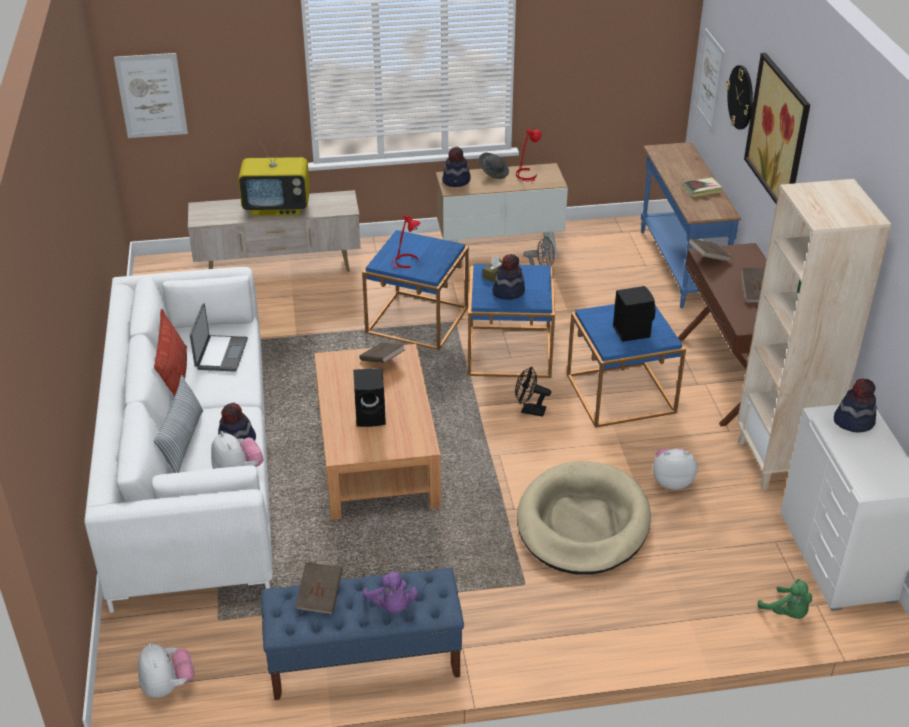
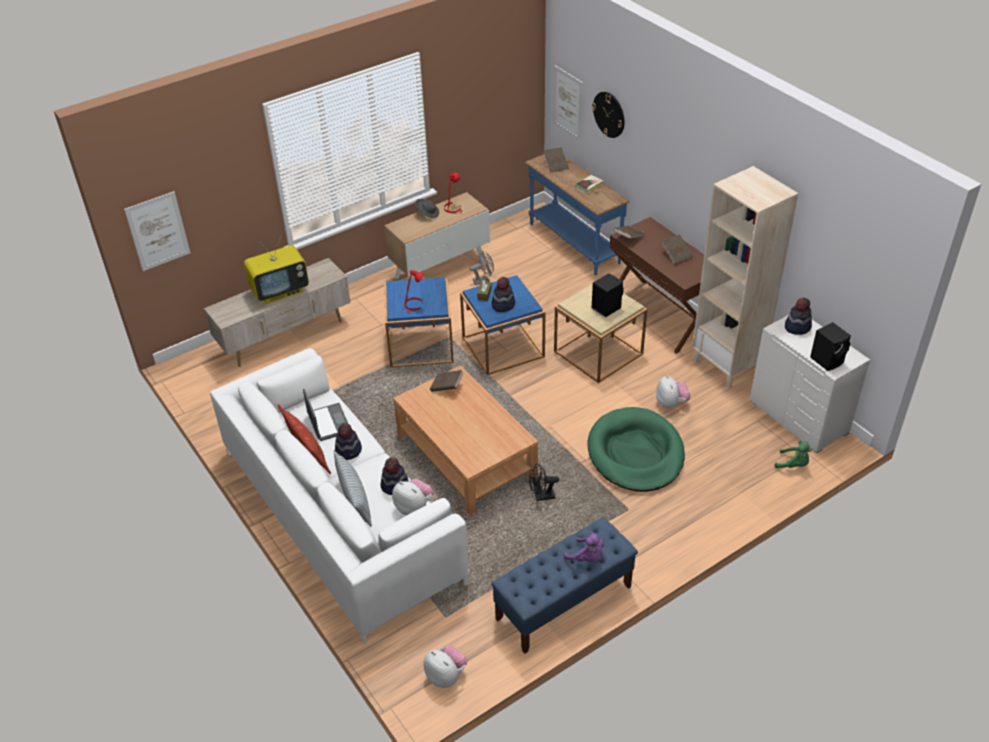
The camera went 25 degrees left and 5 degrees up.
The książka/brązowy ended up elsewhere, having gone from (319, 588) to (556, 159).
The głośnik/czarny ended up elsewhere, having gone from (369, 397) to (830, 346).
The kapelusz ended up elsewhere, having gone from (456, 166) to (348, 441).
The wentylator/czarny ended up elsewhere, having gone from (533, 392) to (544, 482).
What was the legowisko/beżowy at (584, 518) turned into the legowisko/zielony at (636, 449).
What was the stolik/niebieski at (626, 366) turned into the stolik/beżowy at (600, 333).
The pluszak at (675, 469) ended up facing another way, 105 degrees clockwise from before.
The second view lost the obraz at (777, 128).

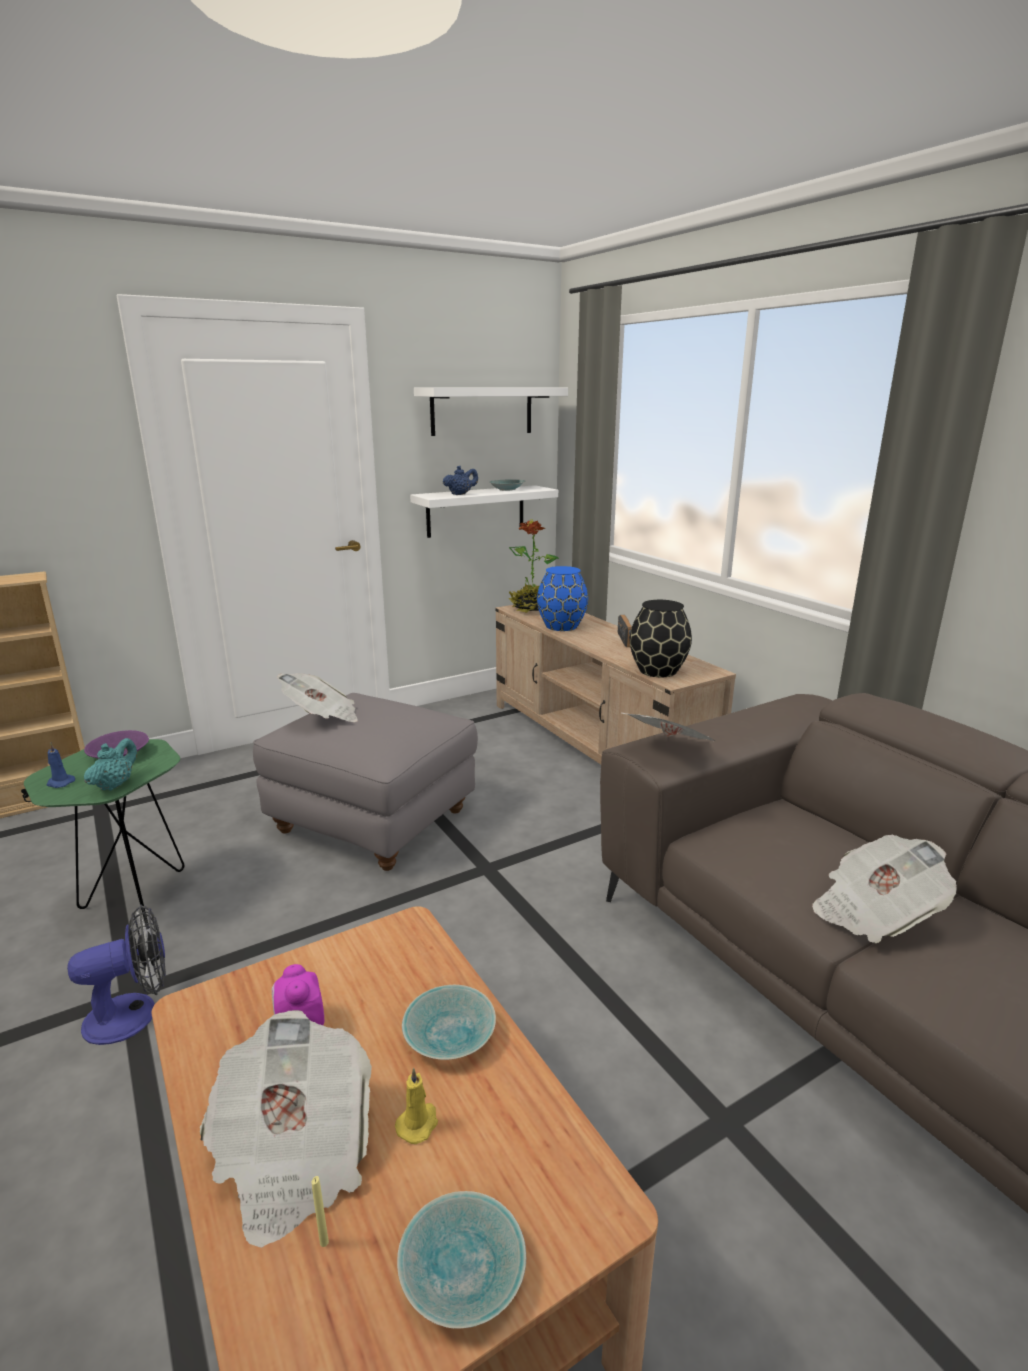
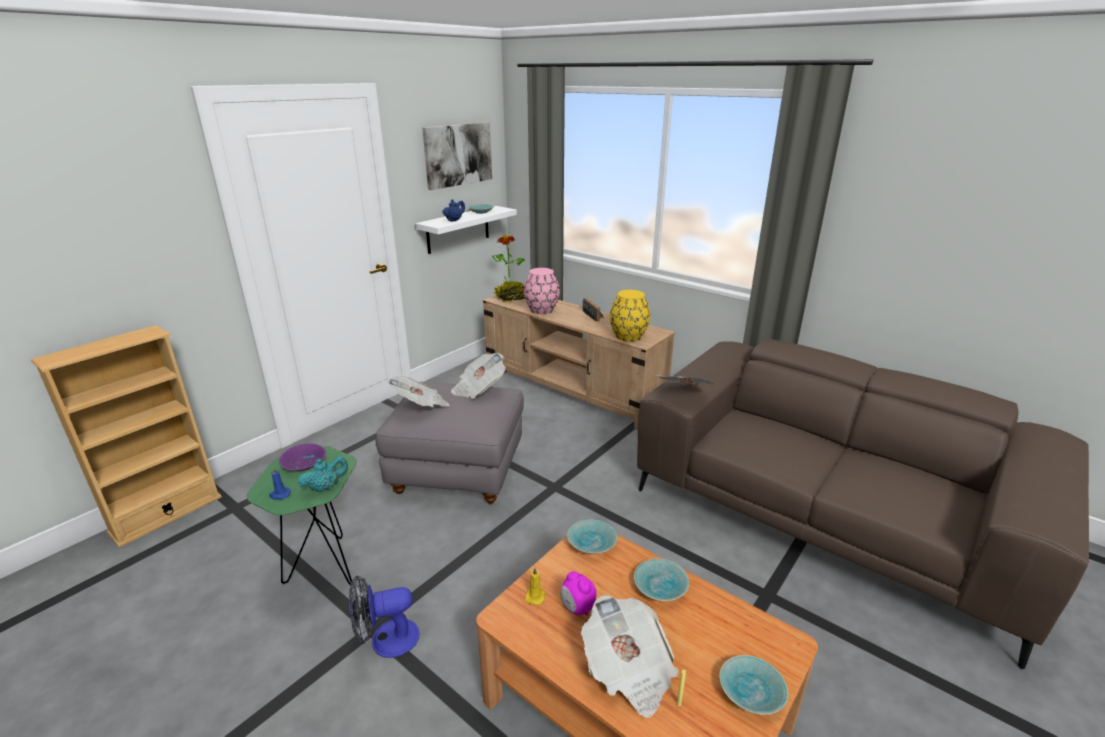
The camera went 20 degrees left and 5 degrees up.
The wentylator at (116, 974) ended up facing another way, 150 degrees counterclockwise from before.
The imbryk/turkusowy at (110, 764) ended up facing another way, 60 degrees clockwise from before.
The świeca/żółty ended up elsewhere, having gone from (416, 1106) to (535, 586).
Where the półka/biały hung at (491, 411), the obraz came to hang at (457, 156).
What was the wazon/niebieski at (562, 598) turned into the wazon/różowy at (542, 291).
What was the wazon/czarny at (661, 638) turned into the wazon/żółty at (630, 316).
The gazeta ended up elsewhere, having gone from (884, 889) to (478, 376).
The second view gained the miska/turkusowy at (592, 537).

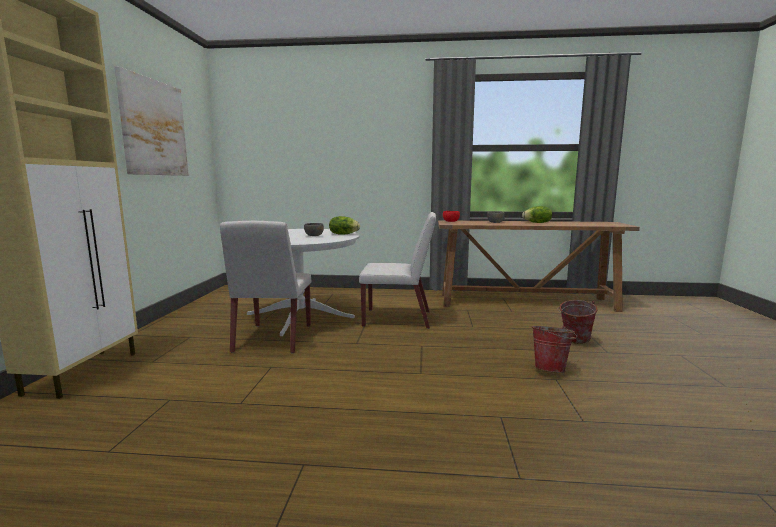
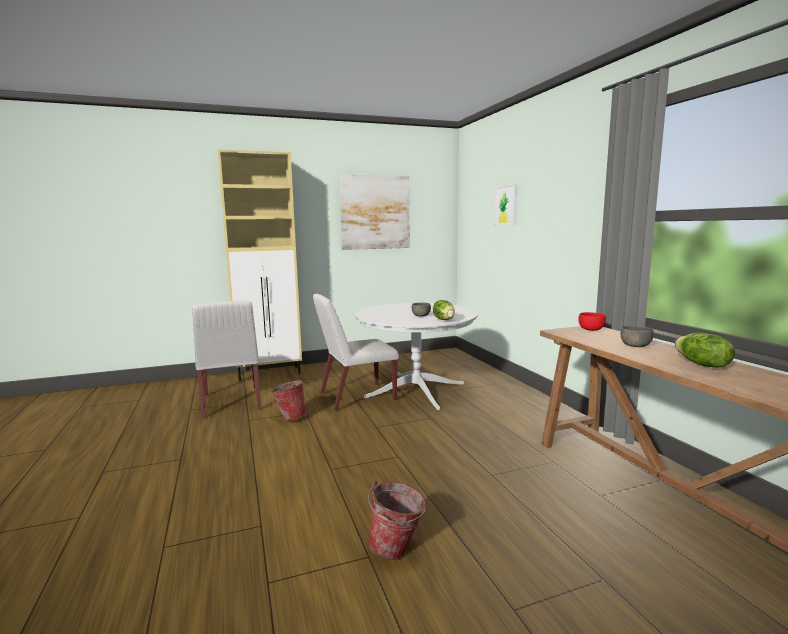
The camera went 65 degrees right and 0 degrees up.
The krzesło/biały ended up elsewhere, having gone from (397, 270) to (226, 359).
The wiadro ended up elsewhere, having gone from (577, 322) to (289, 400).
The second view gained the obraz at (505, 204).

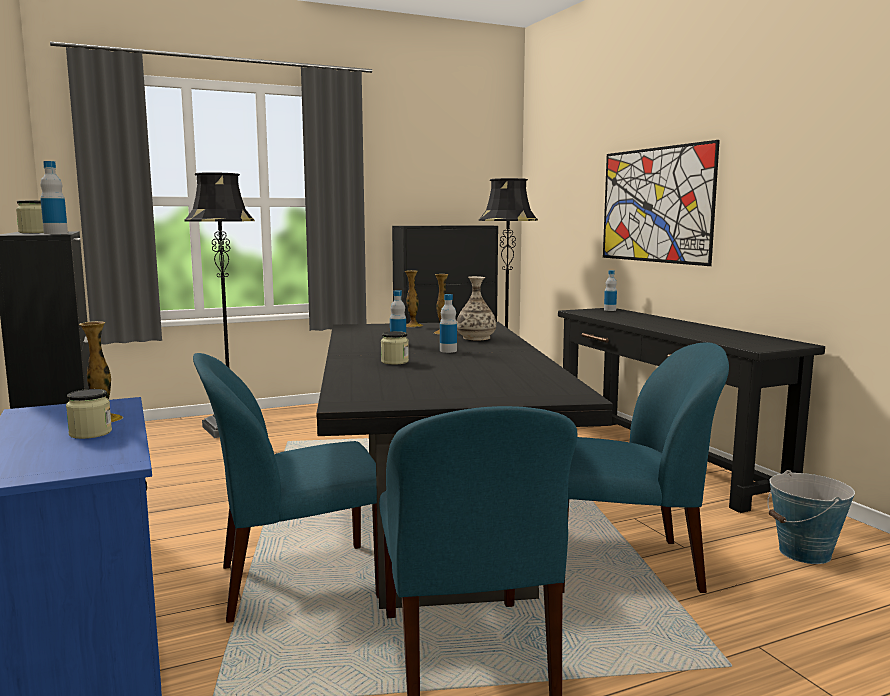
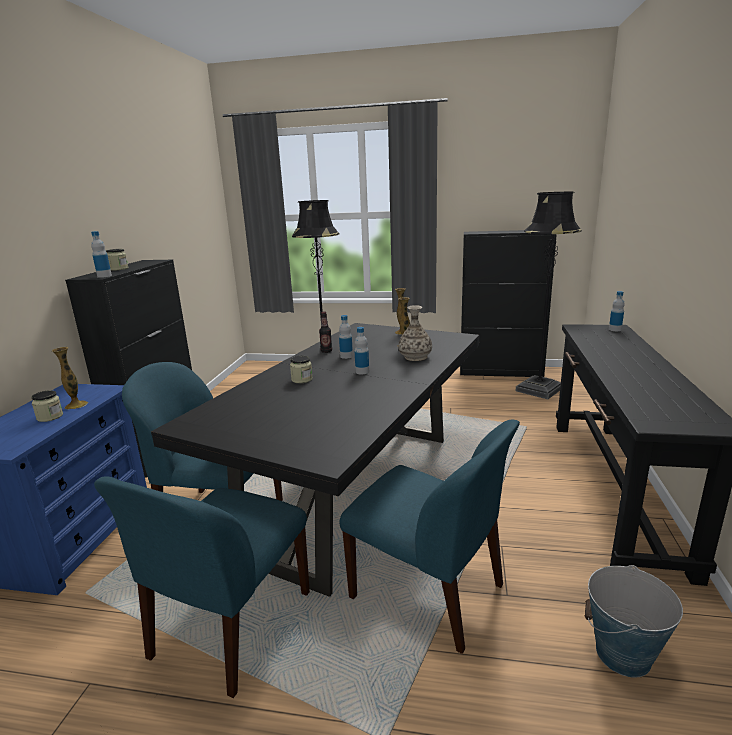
The camera went 35 degrees right and 10 degrees up.
The second view lost the obraz at (661, 203).
The second view gained the butelka at (325, 332).

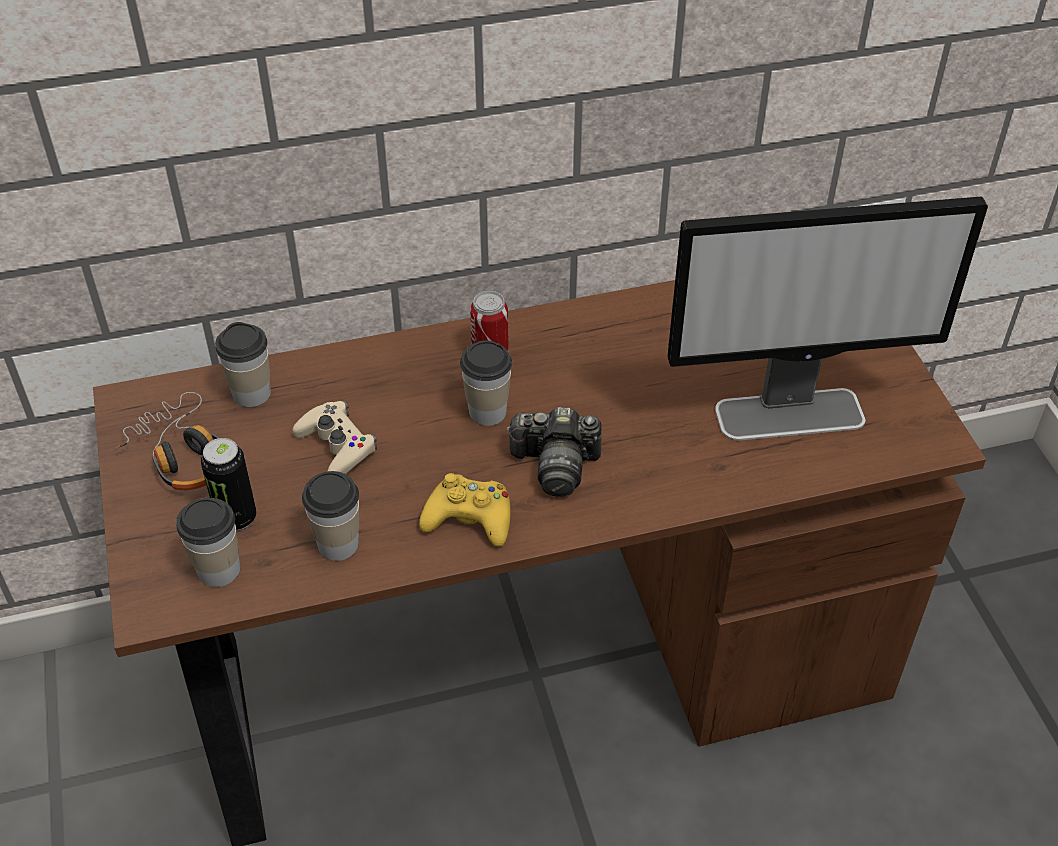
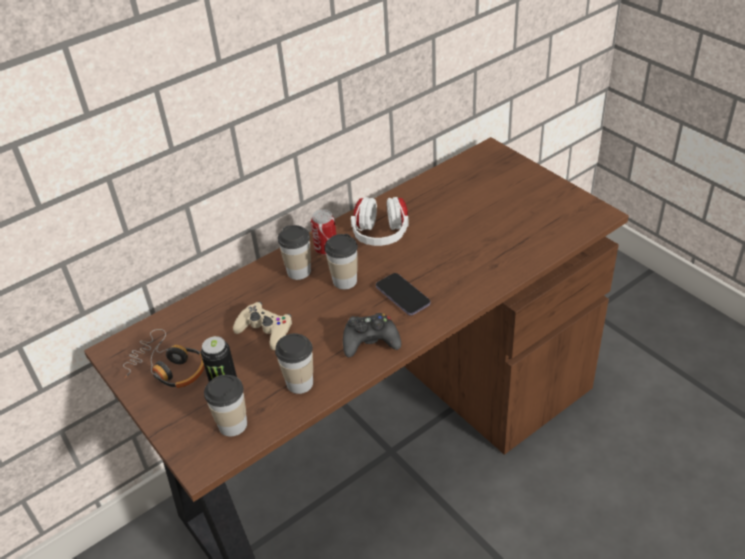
The camera went 20 degrees left and 5 degrees down.
The filiżanka ended up elsewhere, having gone from (243, 364) to (294, 252).
What was the pad do gier/żółty at (464, 510) turned into the pad do gier/czarny at (372, 335).
Where the aparat fotograficzny stood at (554, 452), the telefon came to stand at (403, 294).
The second view lost the monitor at (827, 319).
The second view gained the słuchawki/biały at (380, 221).

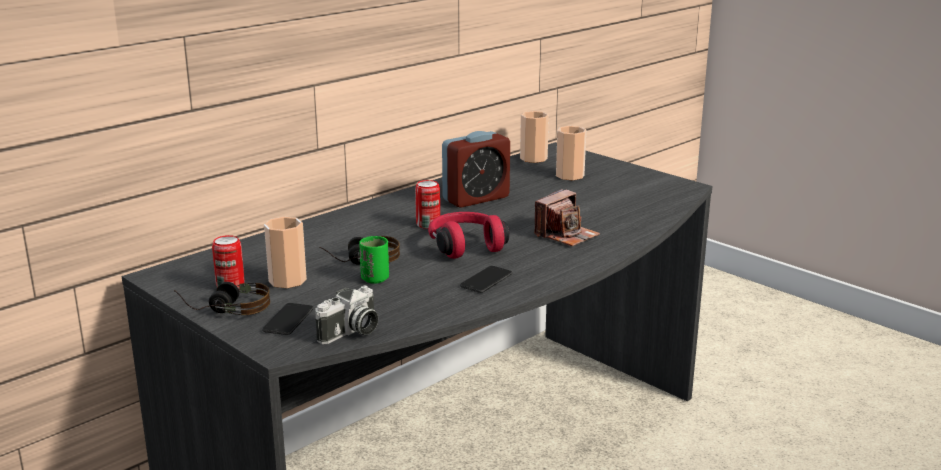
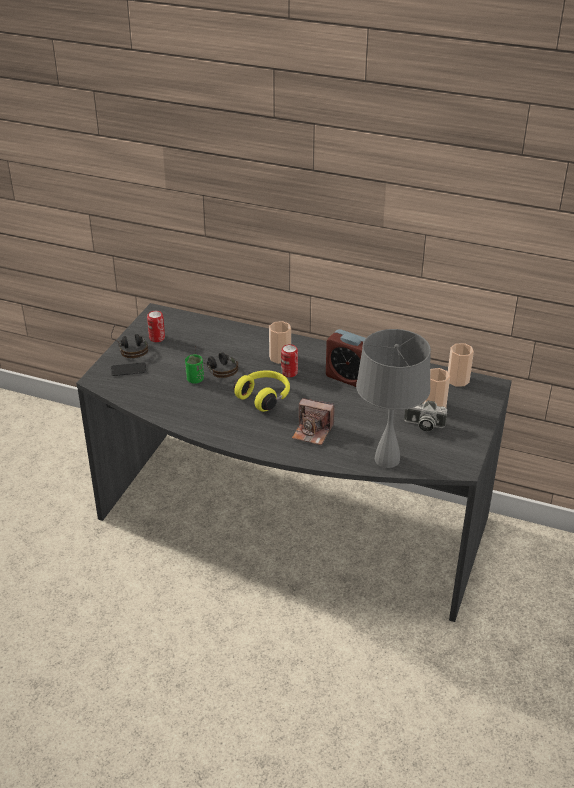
The camera went 65 degrees right and 15 degrees up.
The filiżanka ended up elsewhere, having gone from (285, 252) to (280, 342).
The aparat fotograficzny ended up elsewhere, having gone from (346, 314) to (425, 416).
What was the słuchawki/czerwony at (468, 235) turned into the słuchawki/żółty at (261, 391).
The second view lost the telefon at (486, 279).
The second view gained the lampa stołowa/szary at (393, 398).

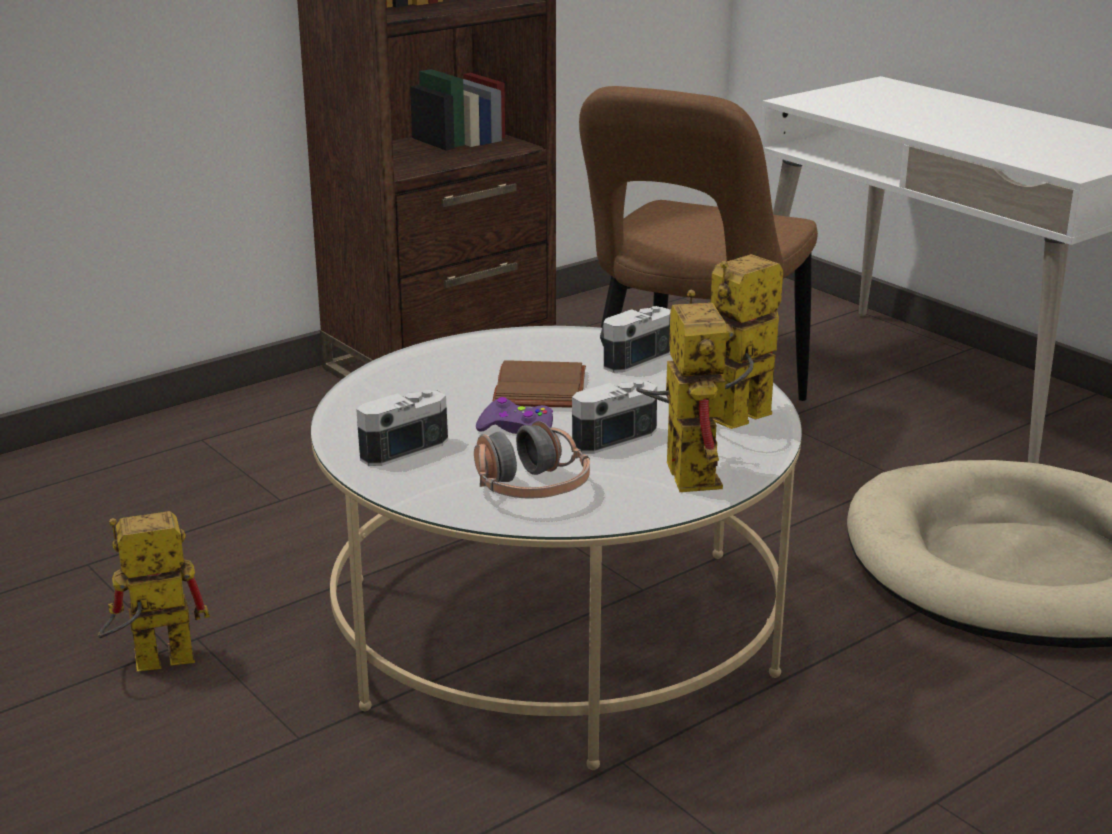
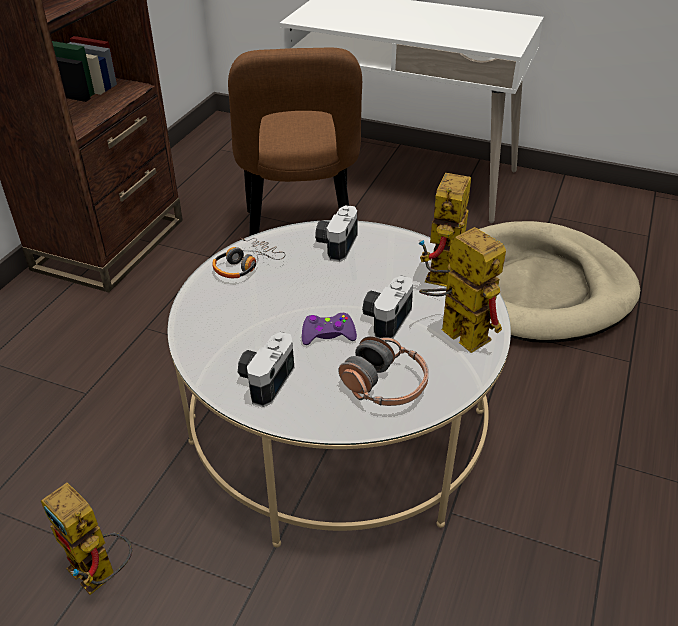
The camera went 30 degrees left and 15 degrees up.
The robot zabawkowy at (154, 591) ended up facing another way, 90 degrees counterclockwise from before.
The second view lost the książka/brązowy at (539, 384).
The second view gained the słuchawki at (248, 258).

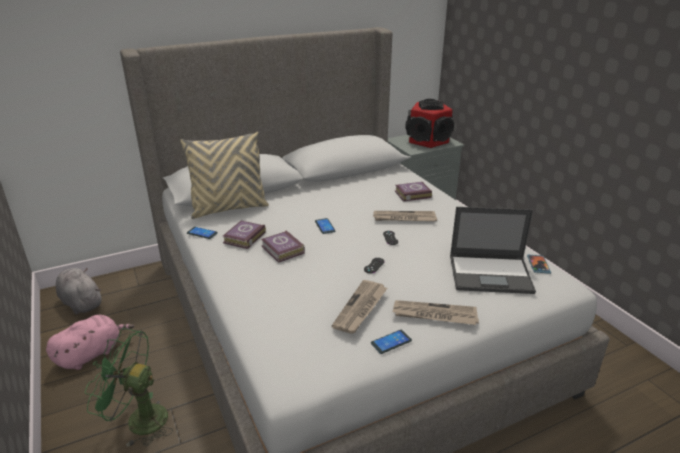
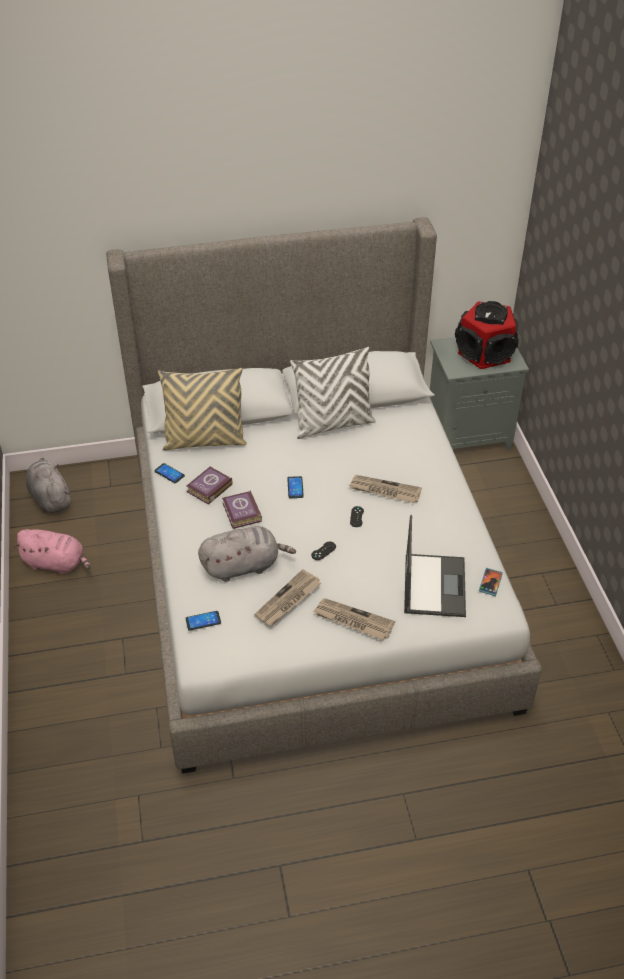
The camera went 15 degrees right and 15 degrees up.
The pluszak/różowy at (90, 342) ended up facing another way, 45 degrees clockwise from before.
The second view lost the wentylator/zielony at (129, 387).
The telefon ended up elsewhere, having gone from (391, 342) to (203, 620).
The second view lost the książka at (413, 192).
The laptop at (493, 250) ended up facing another way, 105 degrees counterclockwise from before.
The second view gained the pluszak/szary at (247, 554).
The second view gained the poduszka/biały at (332, 393).

